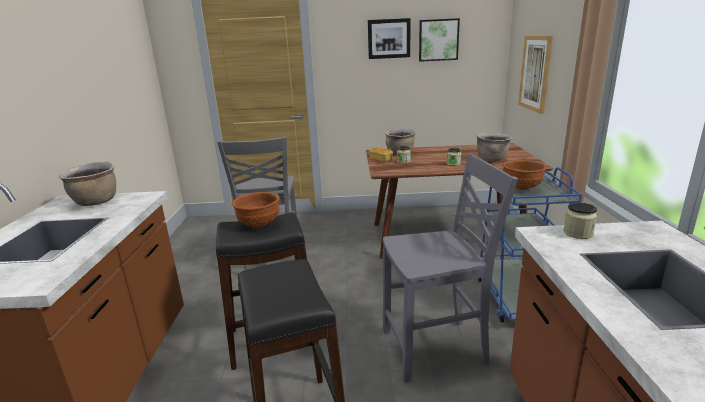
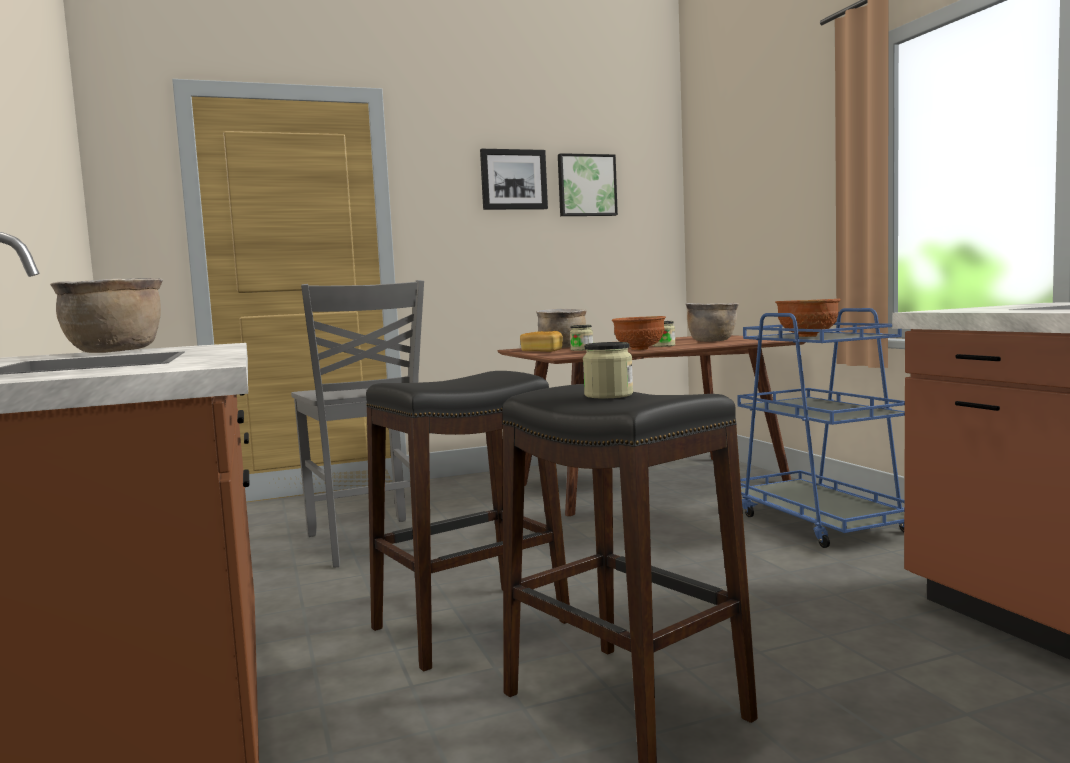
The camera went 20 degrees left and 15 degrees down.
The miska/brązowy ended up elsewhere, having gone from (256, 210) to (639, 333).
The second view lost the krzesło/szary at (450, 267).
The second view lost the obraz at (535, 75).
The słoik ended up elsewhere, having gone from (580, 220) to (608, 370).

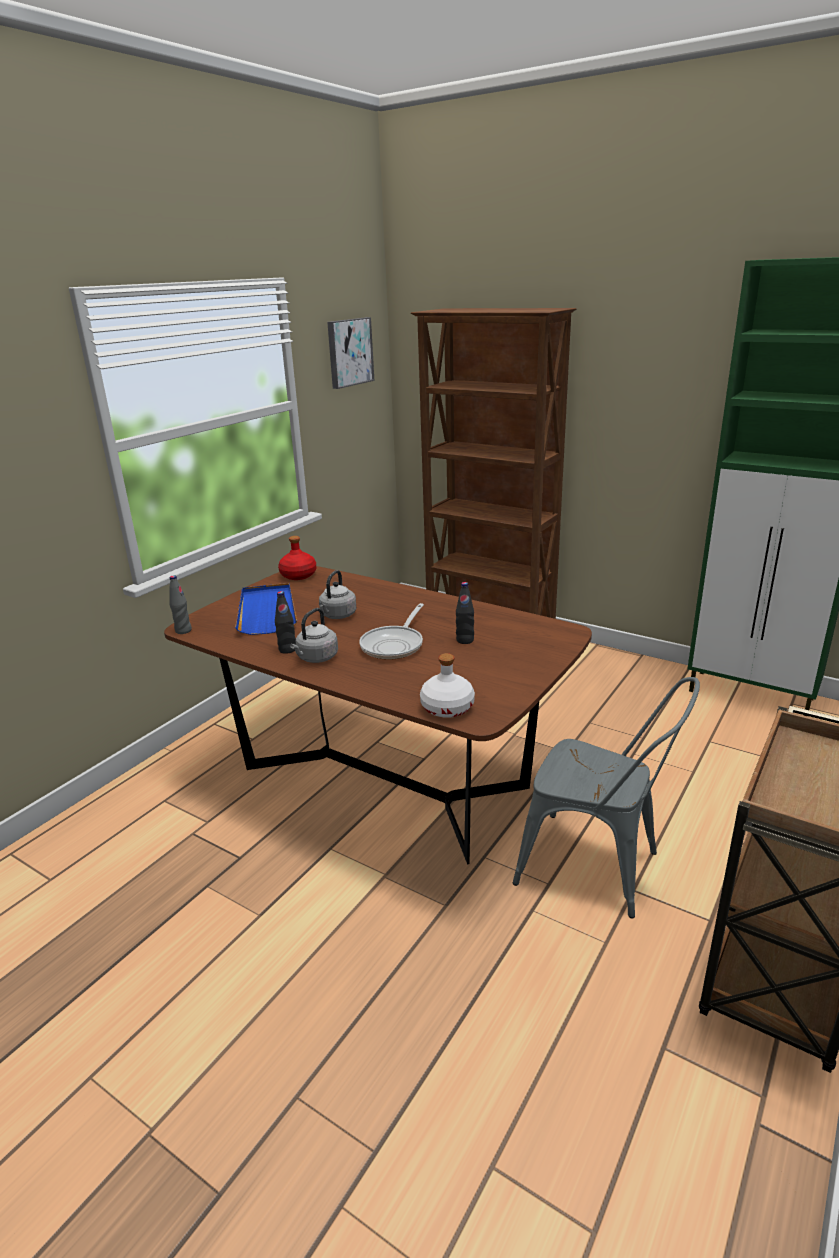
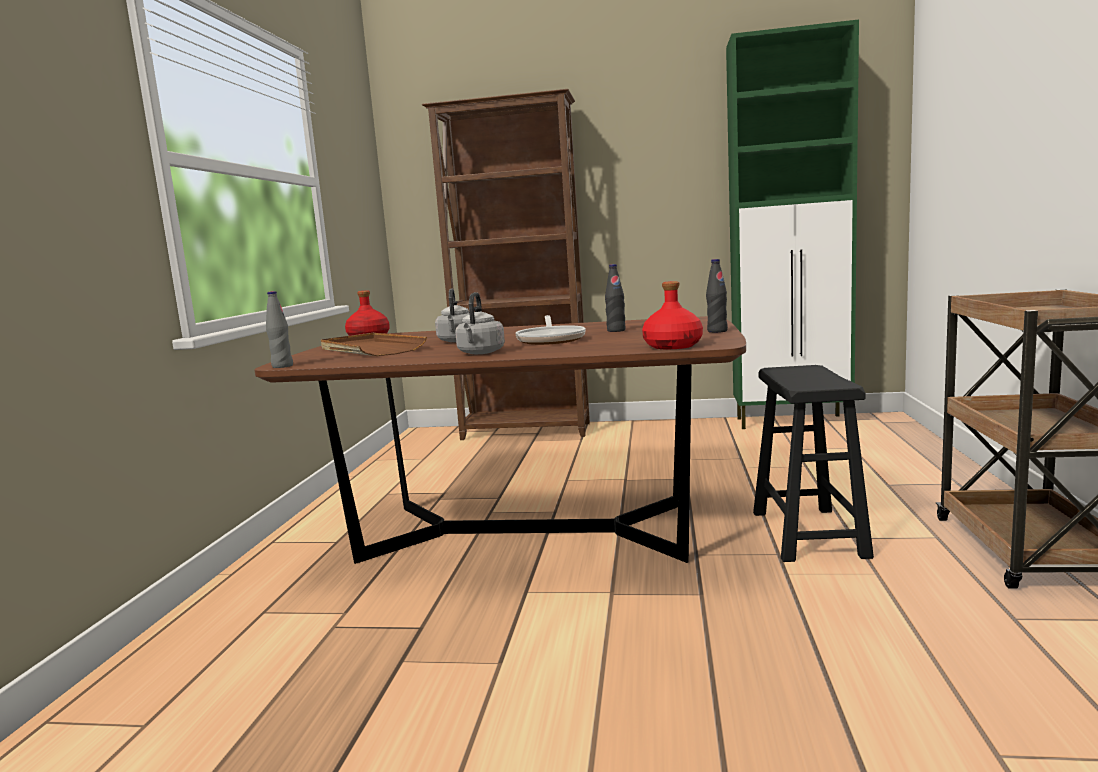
The camera went 25 degrees left and 15 degrees down.
What was the taca/niebieski at (266, 609) turned into the taca/brązowy at (374, 344).
The butelka/czarny ended up elsewhere, having gone from (285, 622) to (717, 296).
The second view lost the obraz at (350, 353).
What was the butelka/biały at (447, 685) turned into the butelka/czerwony at (672, 315).
Where the krzesło/szary stood at (606, 798), the stołek/czarny came to stand at (813, 463).

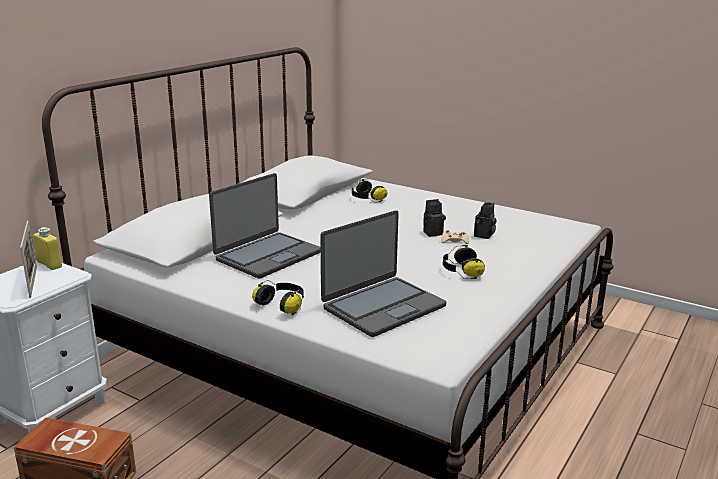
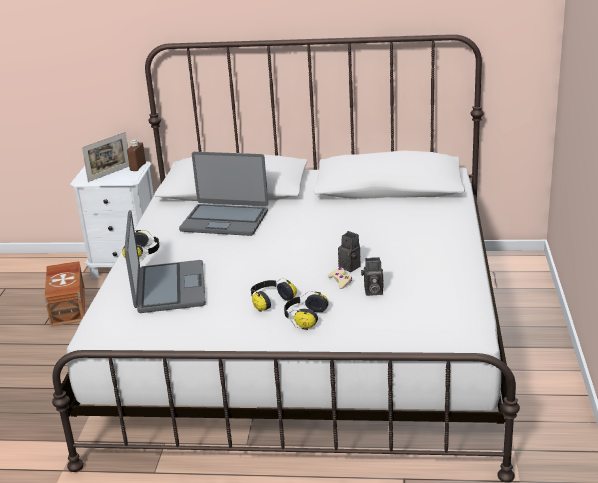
The camera went 65 degrees right and 5 degrees up.
What was the butelka/żółty at (47, 248) turned into the butelka/brązowy at (136, 155).
The laptop at (383, 273) ended up facing another way, 120 degrees counterclockwise from before.
The słuchawki ended up elsewhere, having gone from (369, 191) to (306, 310).

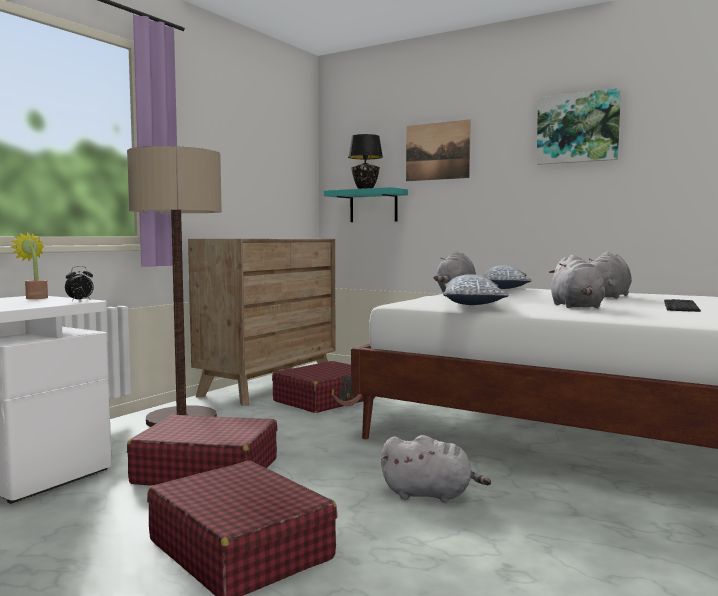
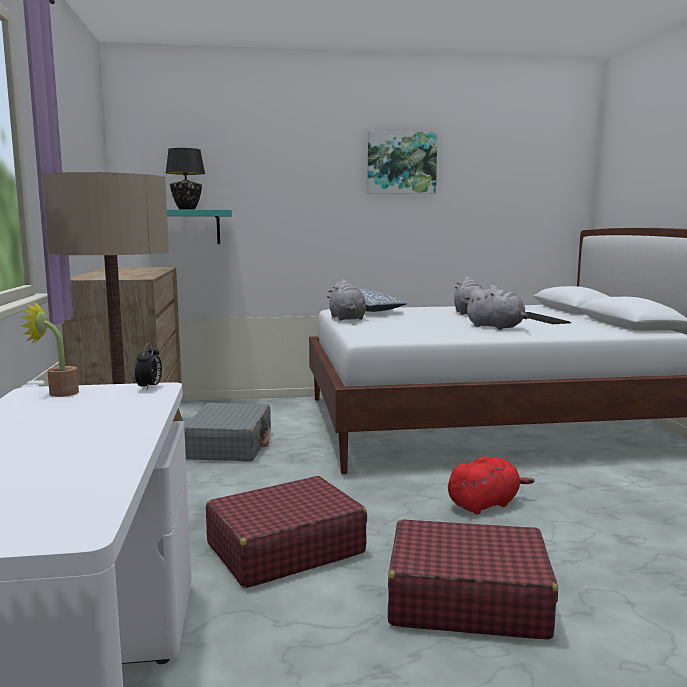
The camera went 40 degrees left and 5 degrees up.
What was the walizka/czerwony at (323, 387) turned into the walizka/szary at (227, 432).
What was the pluszak/szary at (436, 468) turned into the pluszak/czerwony at (491, 485).
The second view lost the obraz at (438, 150).
The second view lost the poduszka at (476, 289).

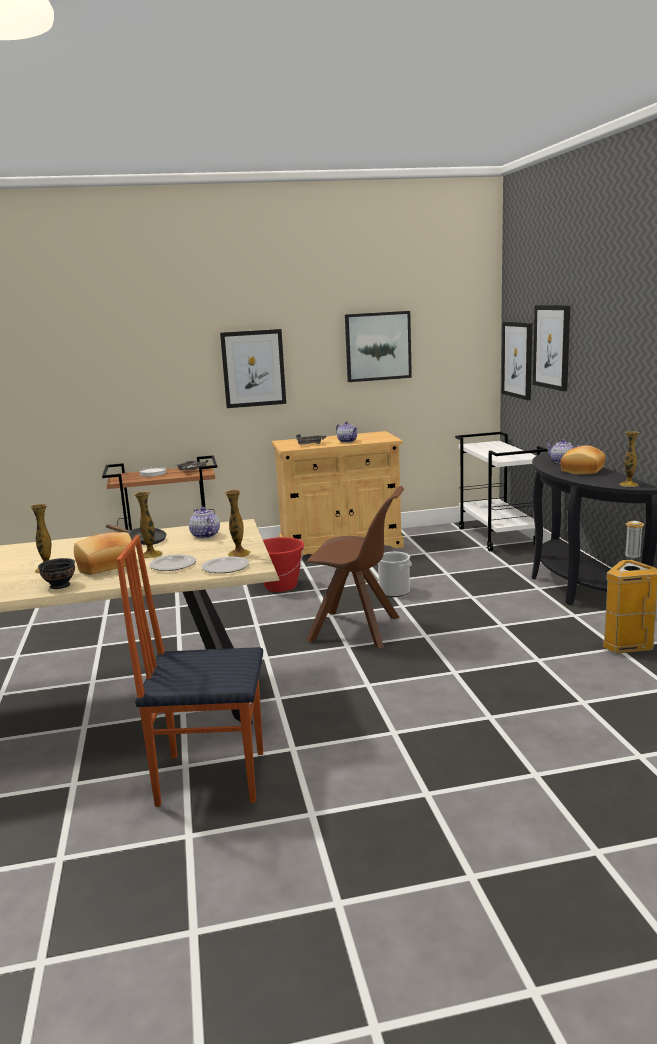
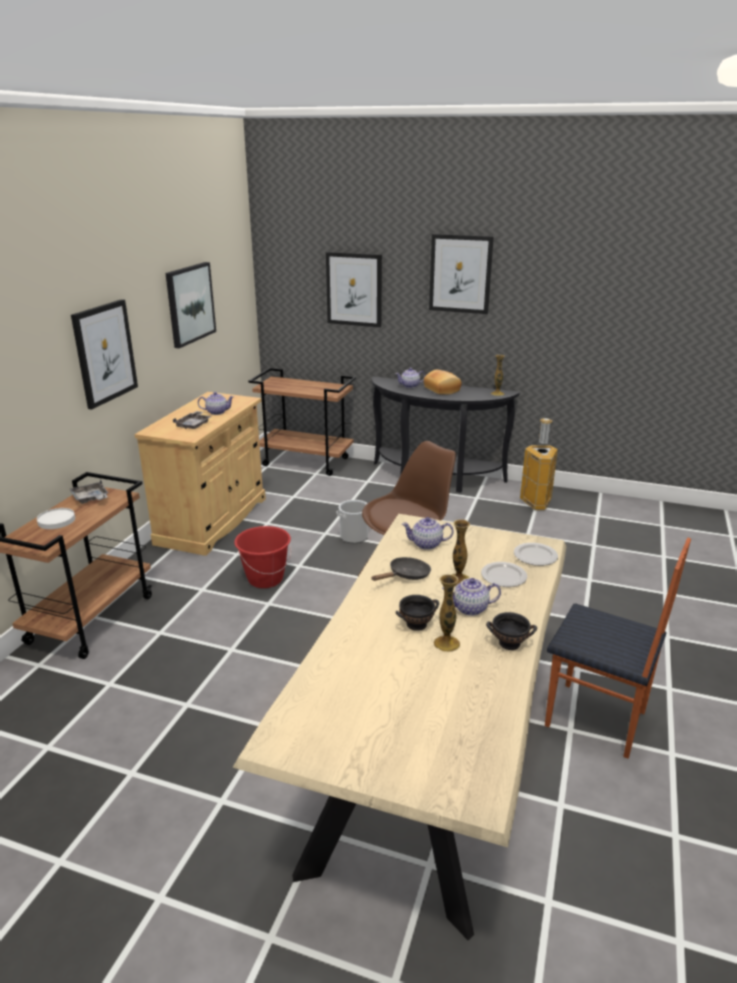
The camera went 60 degrees left and 10 degrees up.
Where the chleb stood at (103, 553), the imbryk came to stand at (471, 597).
The krzesło at (189, 671) ended up facing another way, 90 degrees counterclockwise from before.
The second view lost the wazon at (237, 523).
What was the wózek/biały at (501, 491) turned into the wózek/brązowy at (302, 422).
The obraz ended up elsewhere, having gone from (517, 361) to (461, 274).
The second view gained the miska/czarny at (417, 613).

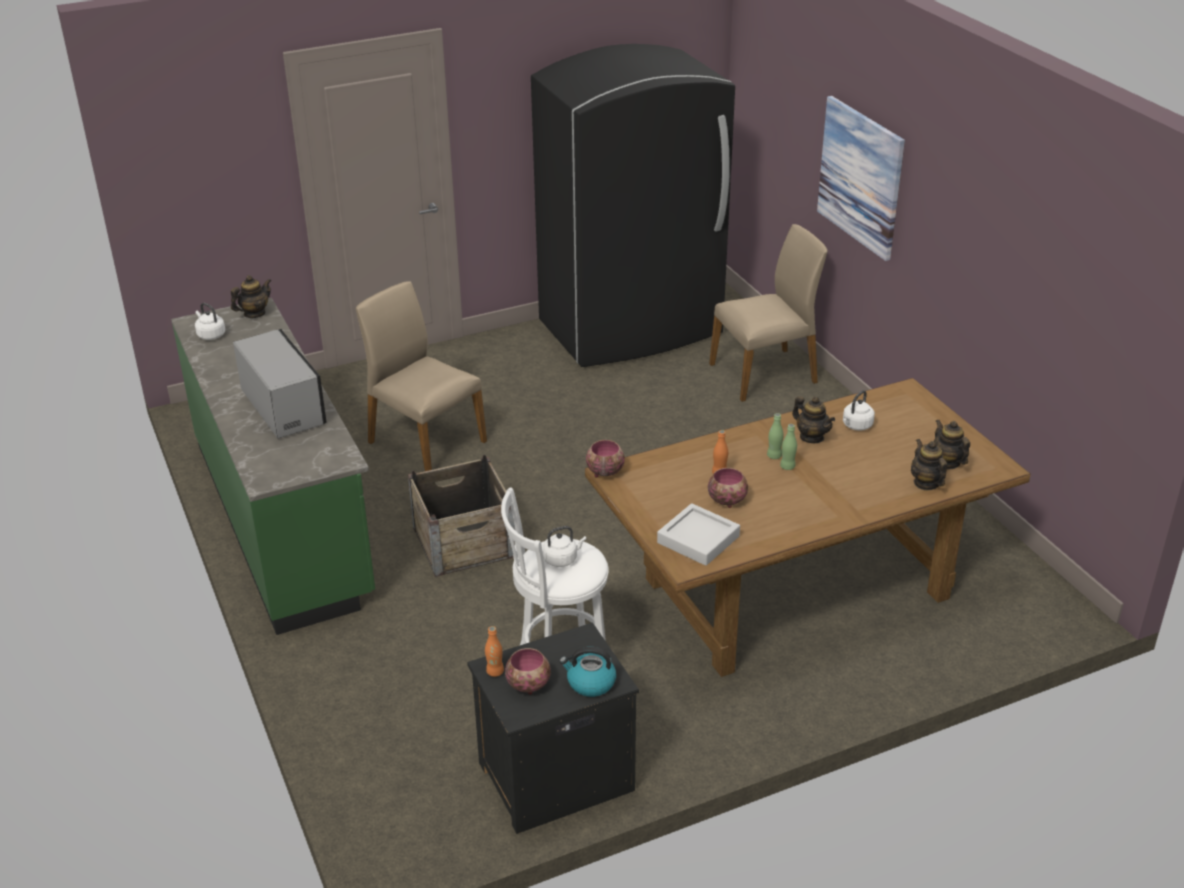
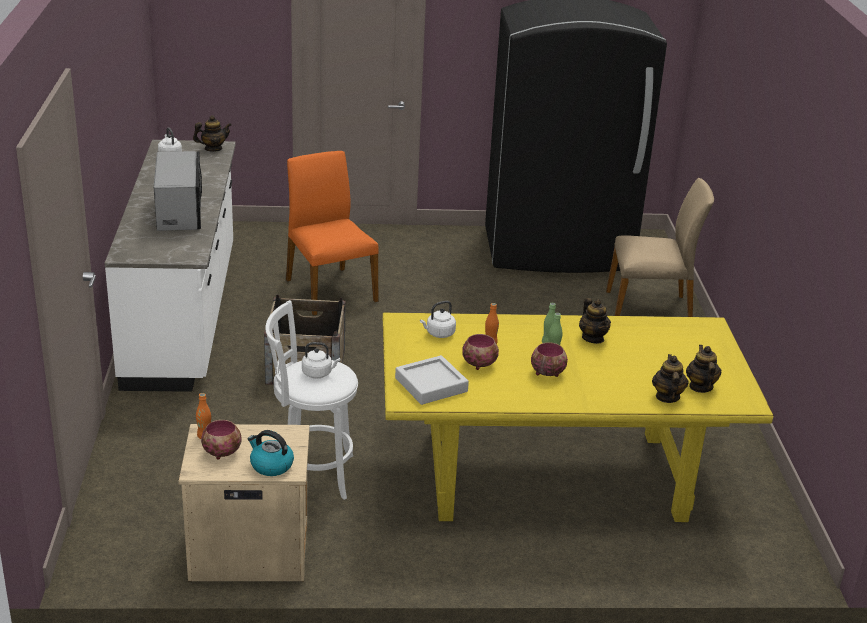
The camera went 20 degrees right and 5 degrees down.
What was the zabudowa kuchenna/zielony at (273, 466) turned into the zabudowa kuchenna/biały at (170, 266).
What was the krzesło/beżowy at (421, 376) turned into the krzesło/pomarańczowy at (332, 233).
What was the szafka nocna/czarny at (553, 728) turned into the szafka nocna/beżowy at (244, 502).
What was the stół jadalny/brązowy at (808, 527) turned into the stół jadalny/żółty at (578, 417).
The miska ended up elsewhere, having gone from (605, 459) to (549, 359).
The second view lost the obraz at (861, 178).
The czajnik/biały ended up elsewhere, having gone from (859, 410) to (438, 319).

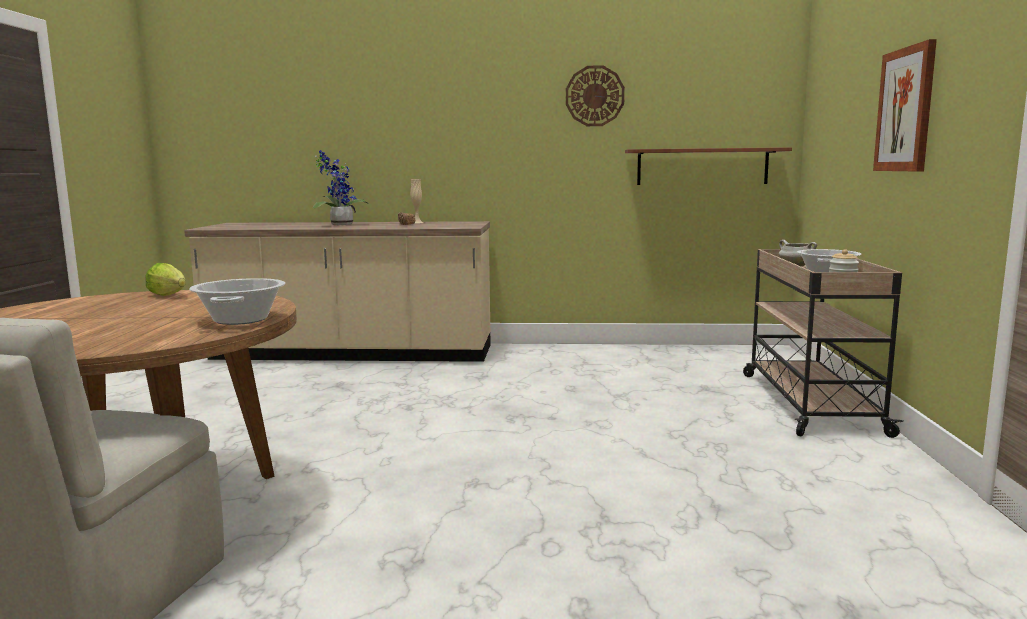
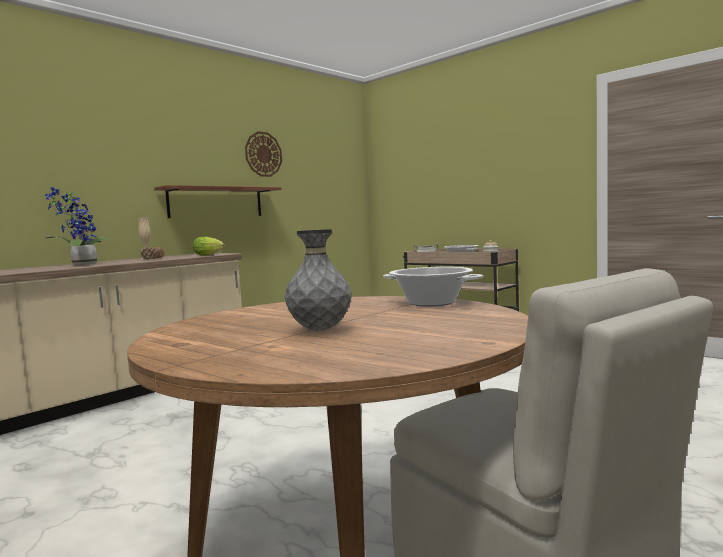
The camera went 50 degrees left and 5 degrees down.
The sałata ended up elsewhere, having gone from (166, 279) to (208, 246).
The półka/brązowy ended up elsewhere, having gone from (708, 166) to (217, 201).
The second view lost the obraz at (905, 105).
The second view gained the wazon/szary at (318, 280).

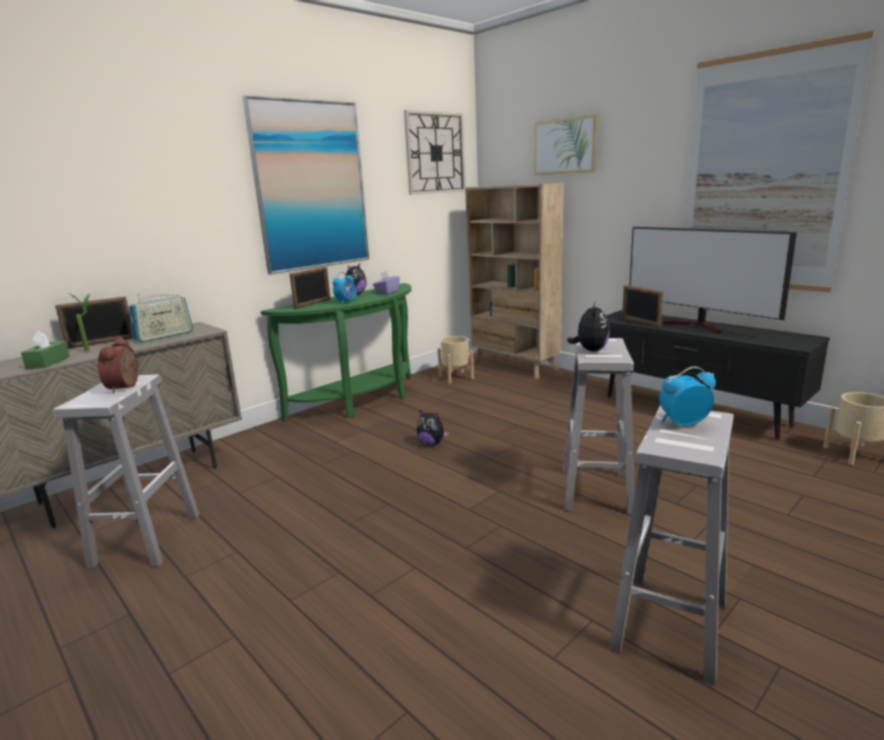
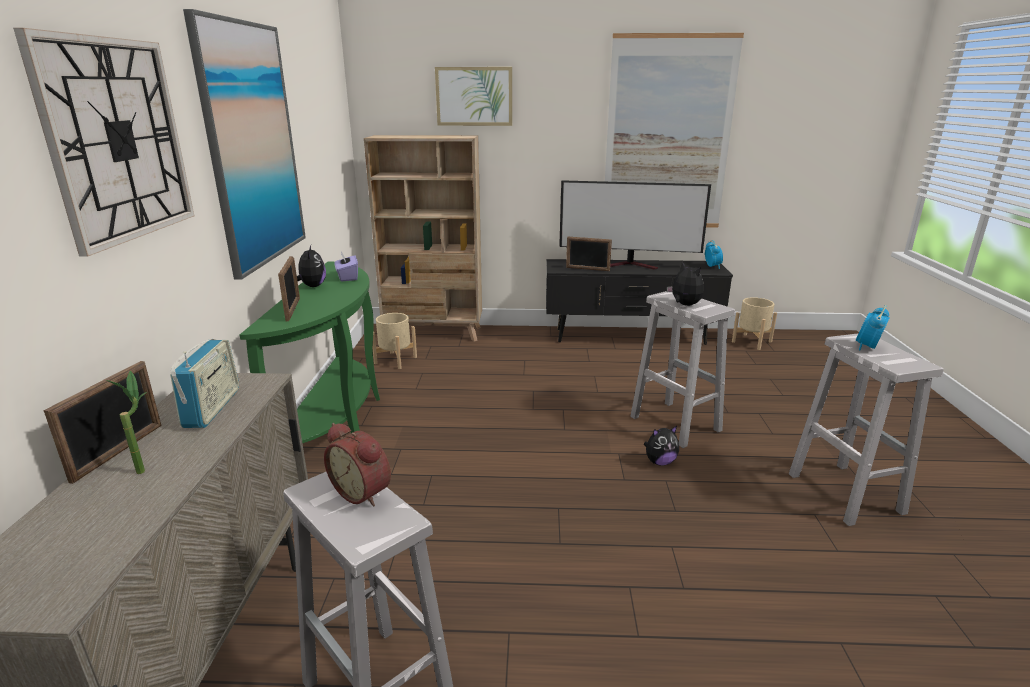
The camera went 45 degrees left and 5 degrees up.
The second view lost the pudełko chusteczek/zielony at (45, 350).
The budzik ended up elsewhere, having gone from (345, 288) to (714, 254).
The zegar ścienny ended up elsewhere, having gone from (435, 152) to (103, 142).
The pluszak ended up elsewhere, having gone from (433, 427) to (661, 446).

